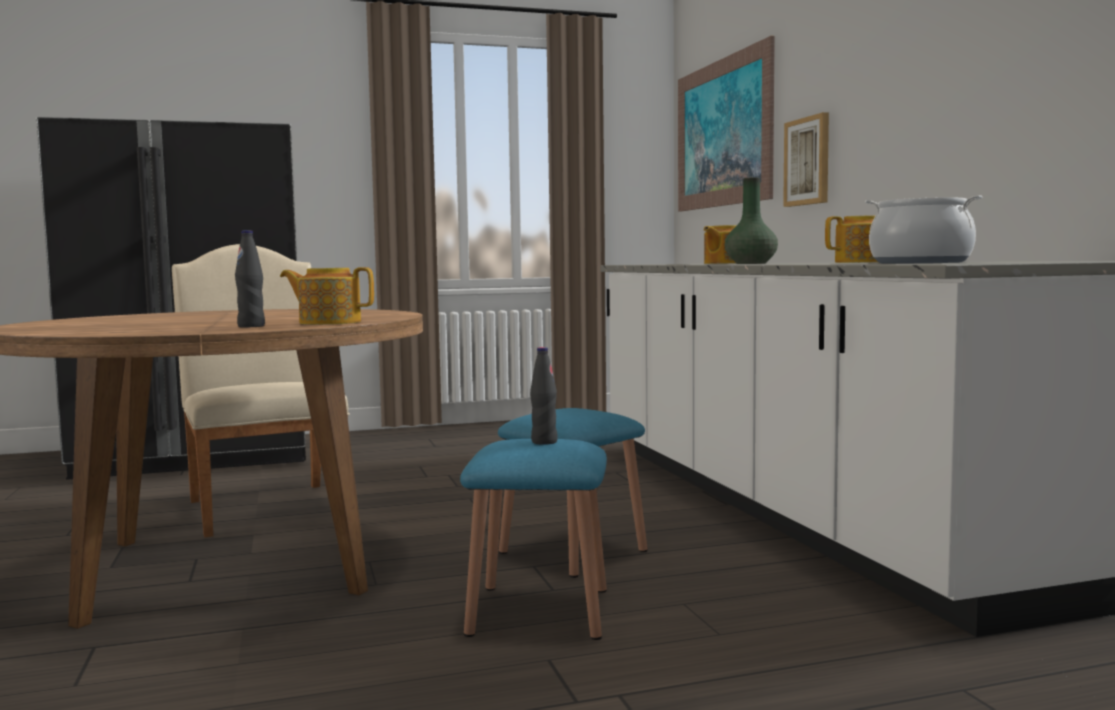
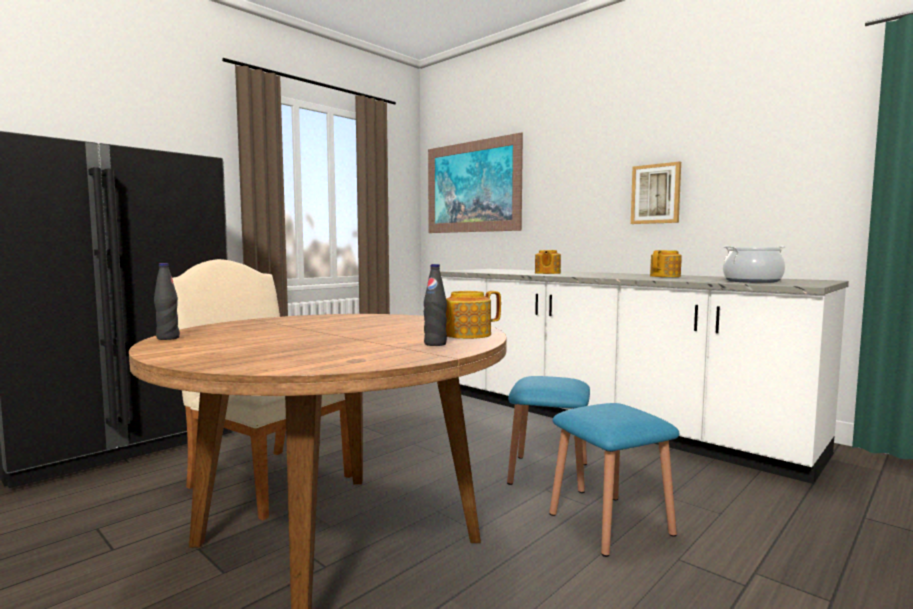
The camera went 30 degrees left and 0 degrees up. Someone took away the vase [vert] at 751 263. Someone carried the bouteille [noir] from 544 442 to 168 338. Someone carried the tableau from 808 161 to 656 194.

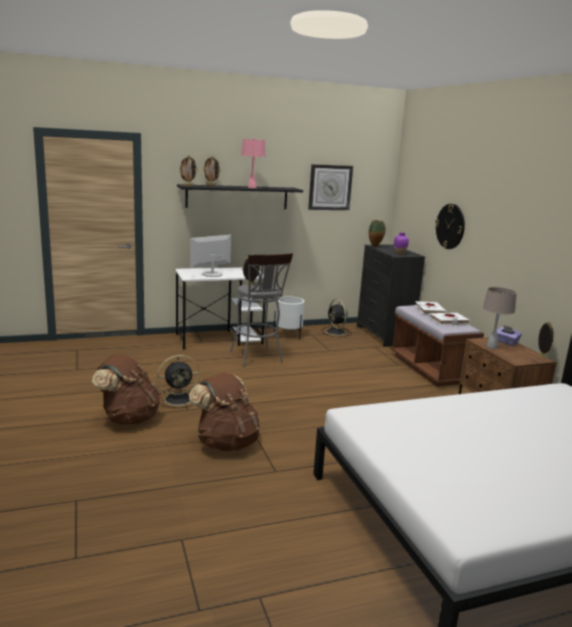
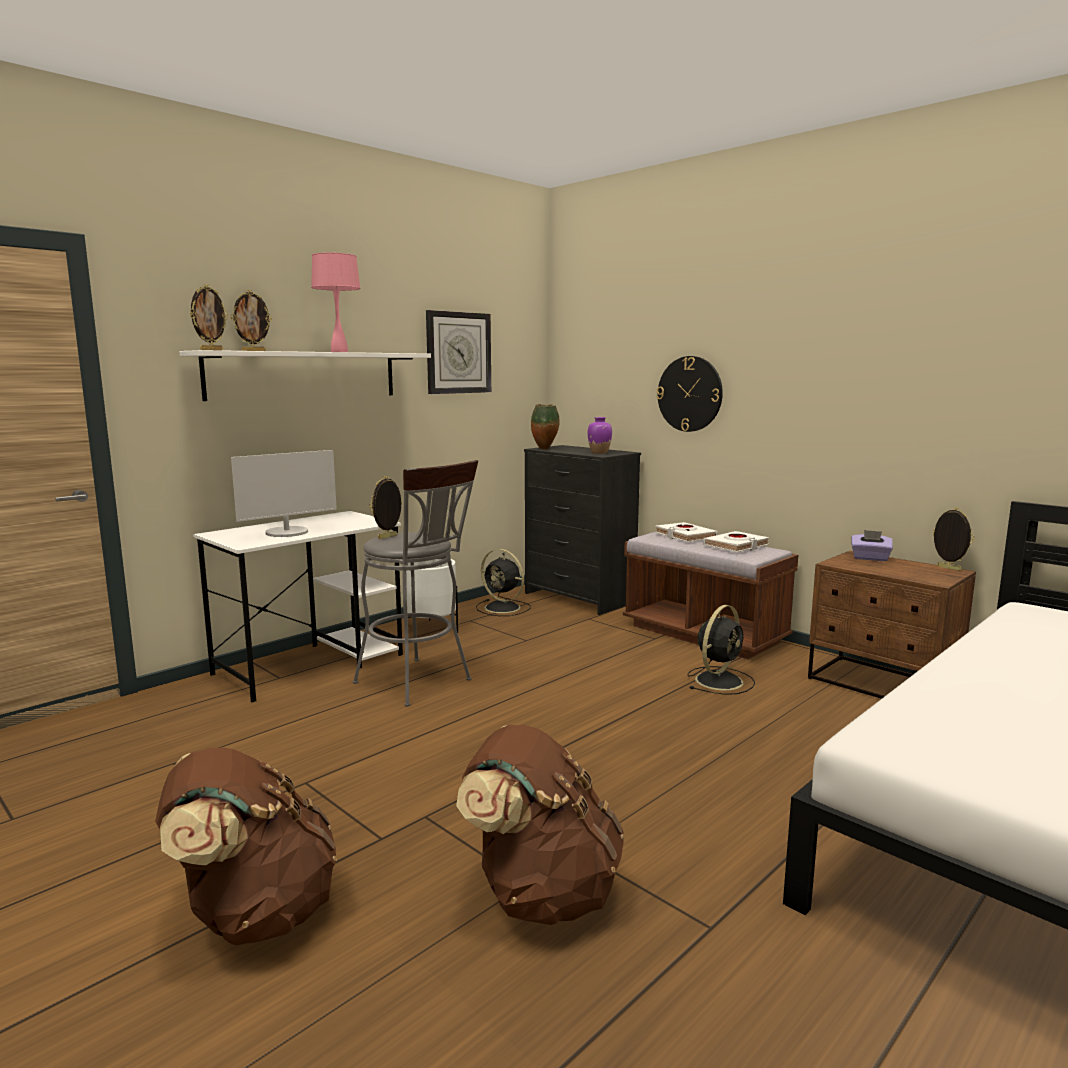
The camera went 25 degrees left and 5 degrees down. Someone took away the lampe de table [beige] at 492 347. Someone carried the ventilateur [noir] from 179 399 to 720 680. Someone repainted the étagère [noir] at 237 197, which became the étagère [blanc] at 304 375. Someone rotated the écran d'ordinateur at 212 274 by 150 degrees counterclockwise.

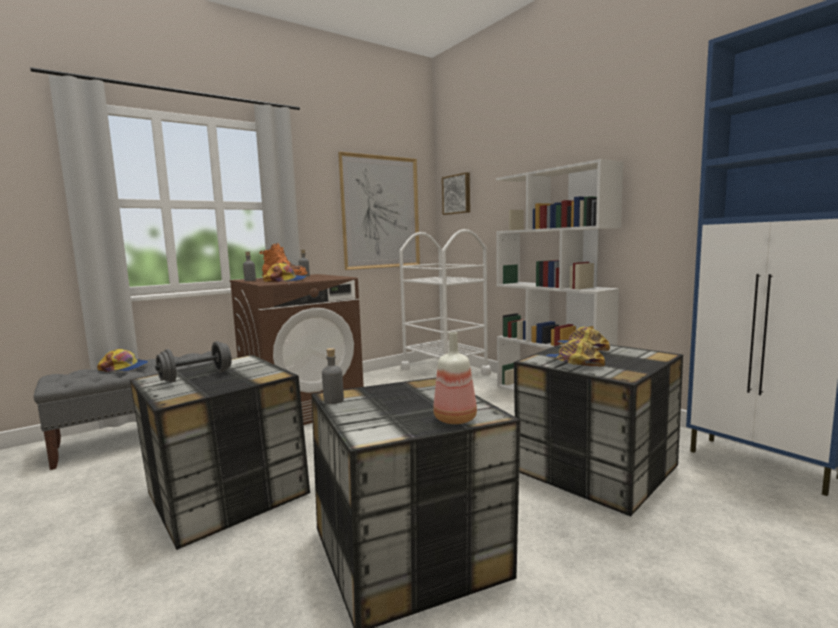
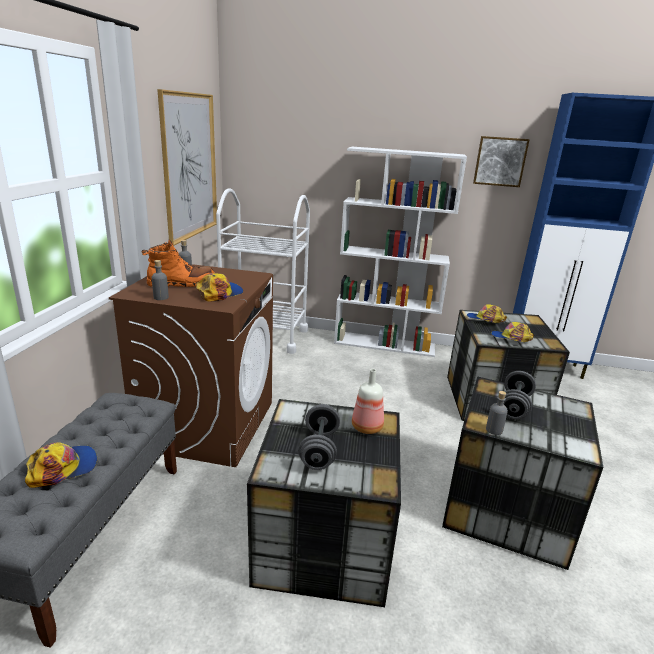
The camera went 45 degrees left and 15 degrees up. Someone put down the haltère [gris] at 514 406. Someone carried the bouteille from 455 419 to 366 427. Someone carried the tableau from 457 194 to 500 161.

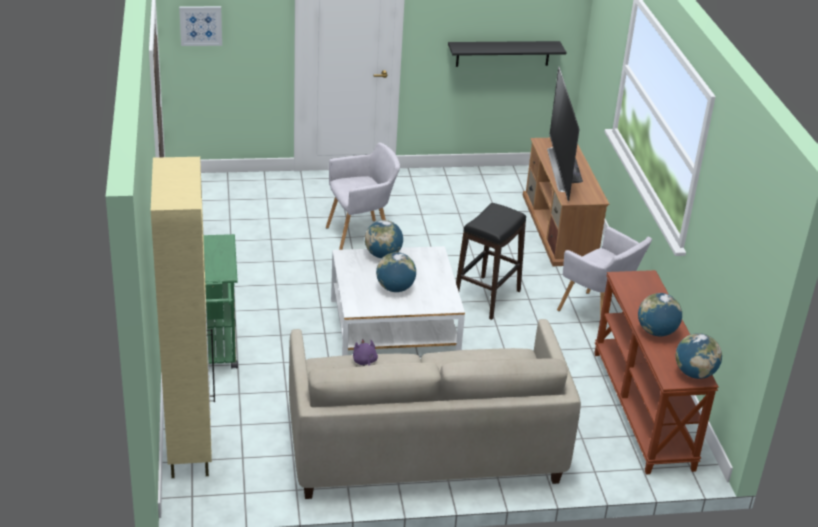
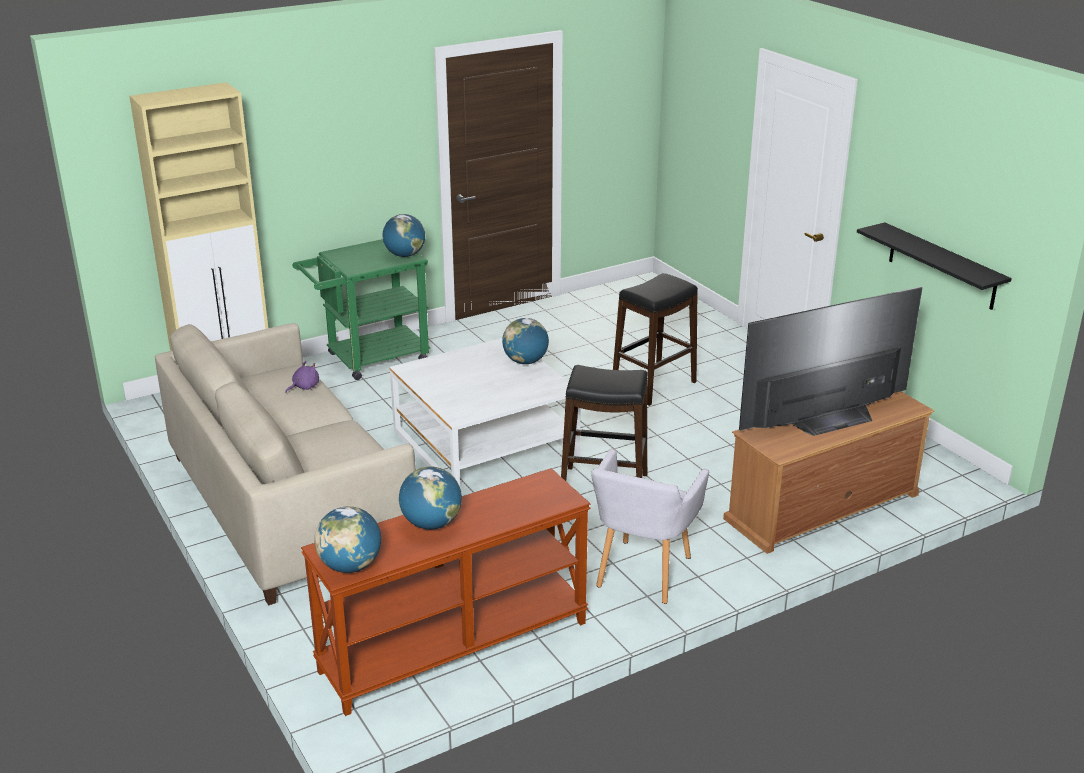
The camera went 70 degrees right and 5 degrees down. Someone took away the tableau at 201 25. Someone carried the globe from 395 288 to 404 255. Someone swapped the fauteuil [gris] at 361 234 for the tabouret [noir] at 653 385.

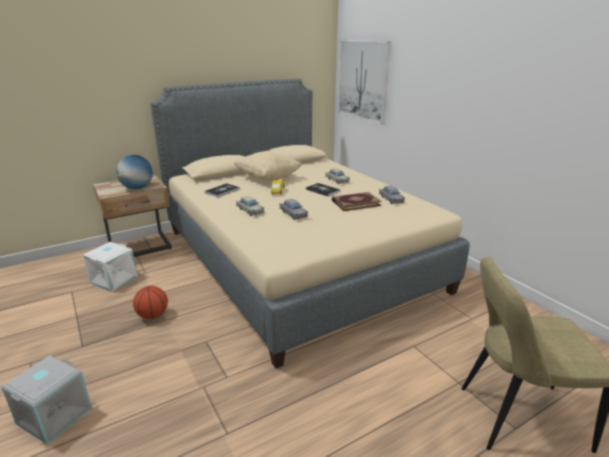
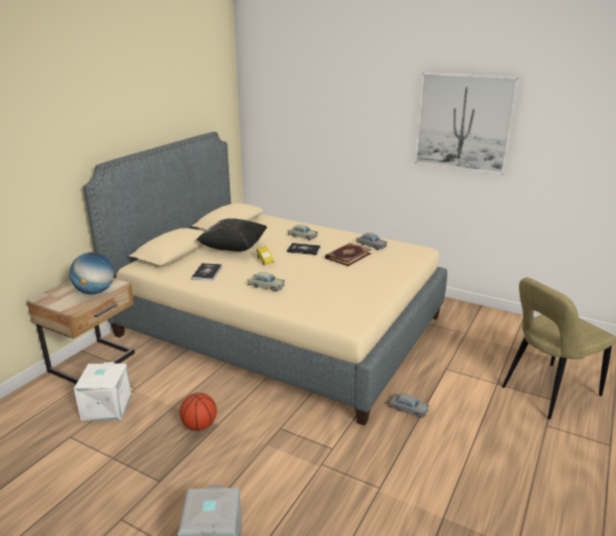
The camera went 30 degrees left and 0 degrees up. Someone carried the petite voiture [gris] from 293 214 to 408 409. Someone carried the tableau from 363 80 to 463 122. Someone repainted the coussin [beige] at 268 178, which became the coussin [noir] at 233 248.

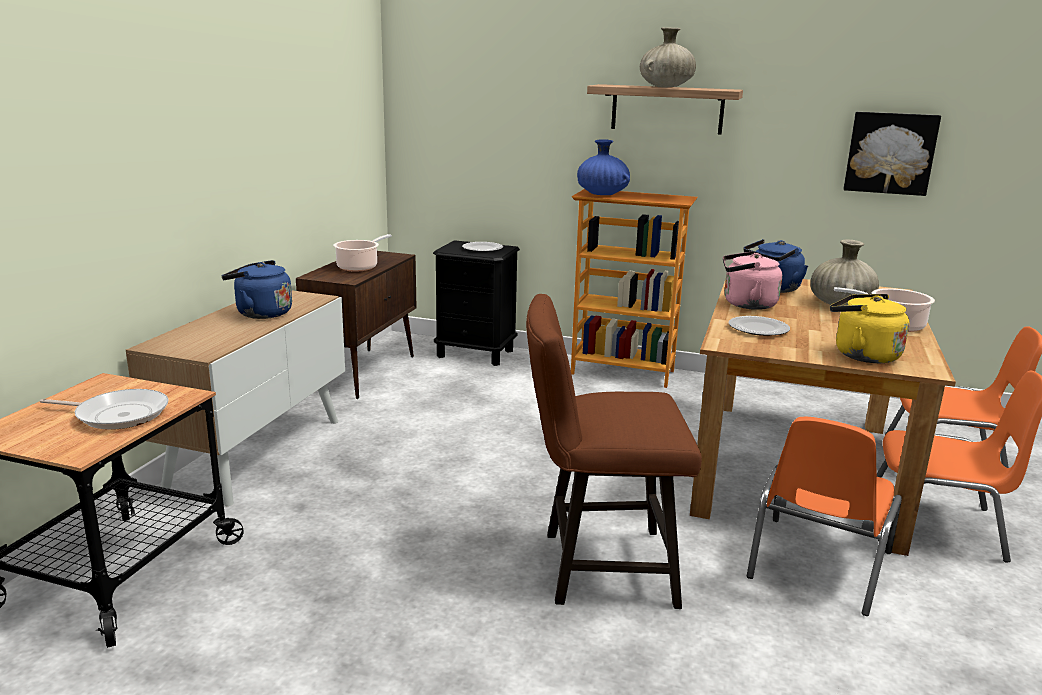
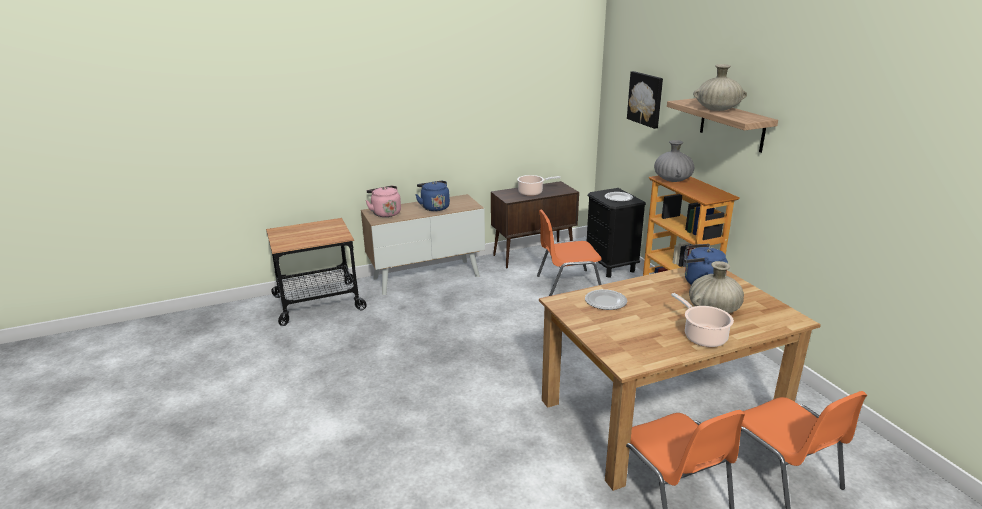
The camera went 50 degrees right and 5 degrees up. Someone took away the poêle at 118 415. Someone took away the tabouret [marron] at 597 567. Someone took away the bouilloire [jaune] at 862 355. Someone carried the bouilloire [rose] from 746 304 to 385 213. Someone carried the chaise [orange] from 817 566 to 567 284. Someone carried the tableau from 890 153 to 646 99. Someone repainted the vase [bleu] at 602 194, which became the vase [gris] at 672 180.

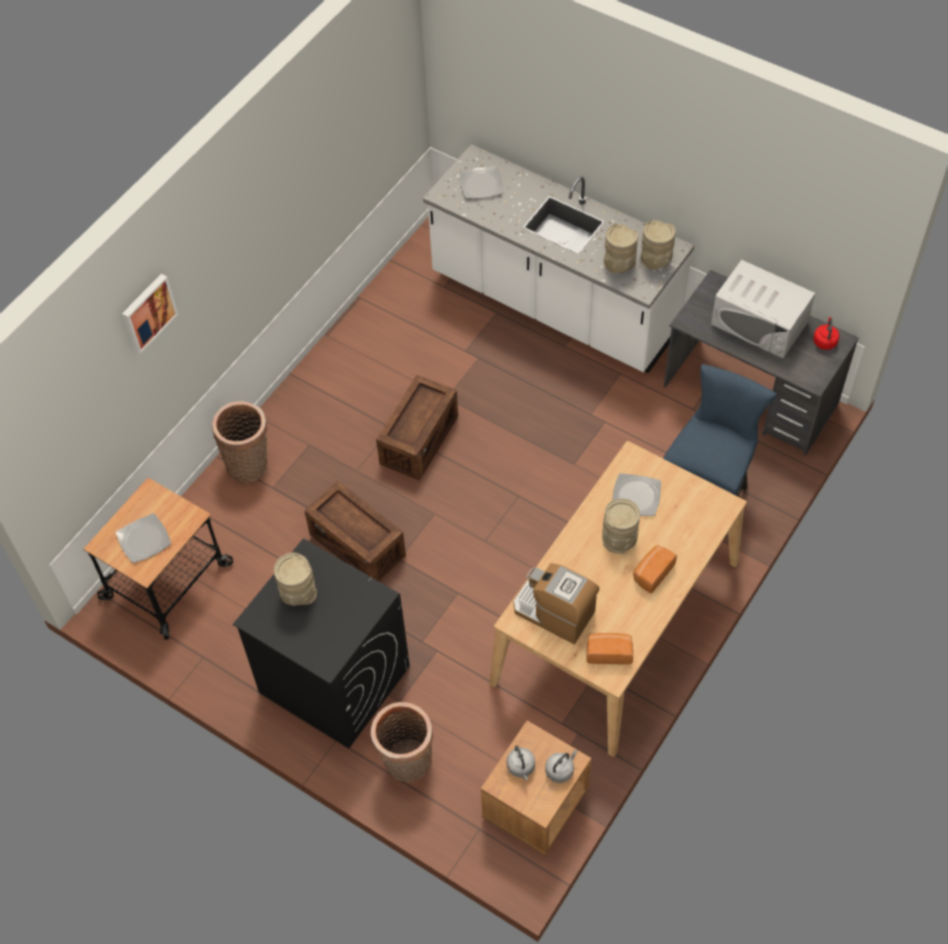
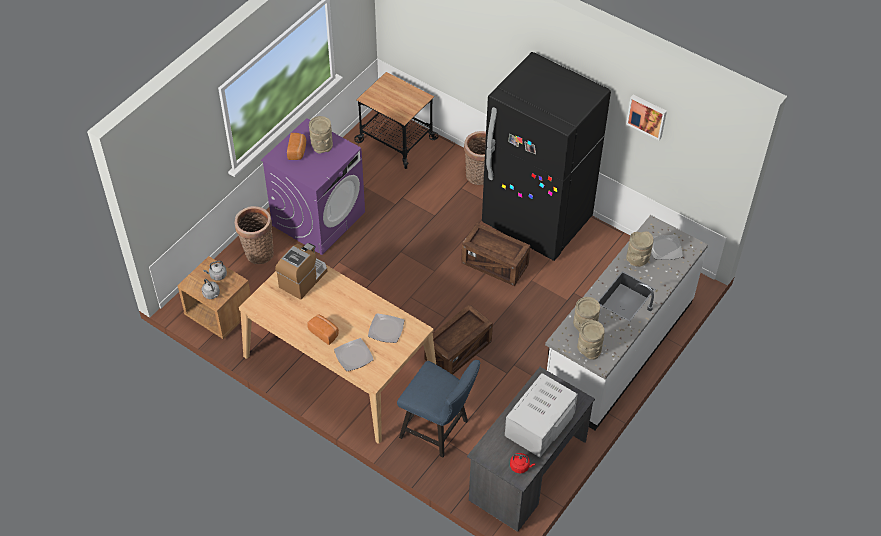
The camera went 90 degrees right and 5 degrees down. Someone put down the réfrigérateur [noir] at 537 222. Someone carried the assiette from 143 539 to 354 355. Someone carried the tableau from 147 312 to 647 116. Someone carried the caisse from 357 545 to 458 350. Someone carried the pain from 609 652 to 297 151. Someone carried the vase [beige] from 620 539 to 637 259. Someone repainted the lave-linge [noir] at 333 679, which became the lave-linge [violet] at 319 218.

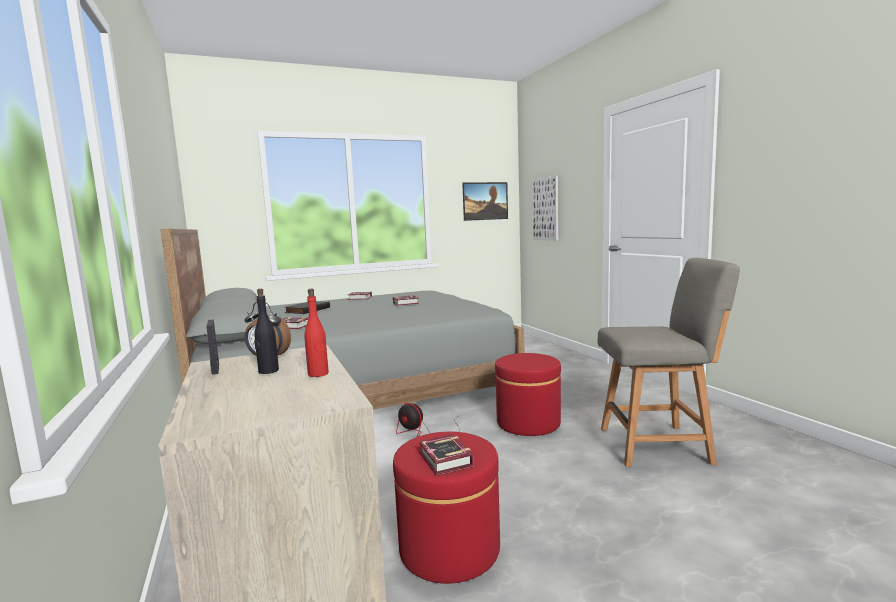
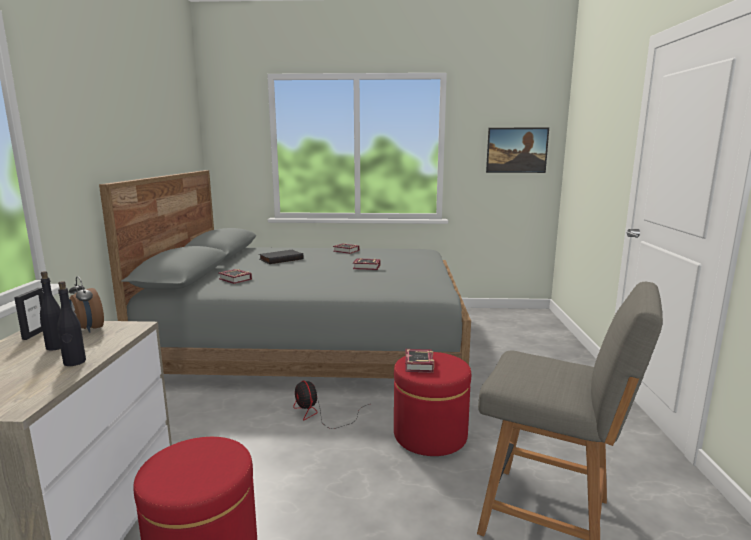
The camera went 25 degrees right and 5 degrees up. Someone took away the tableau at 546 209. Someone carried the livre from 445 461 to 418 365. Someone repainted the bouteille [rouge] at 318 374, which became the bouteille [noir] at 74 362.

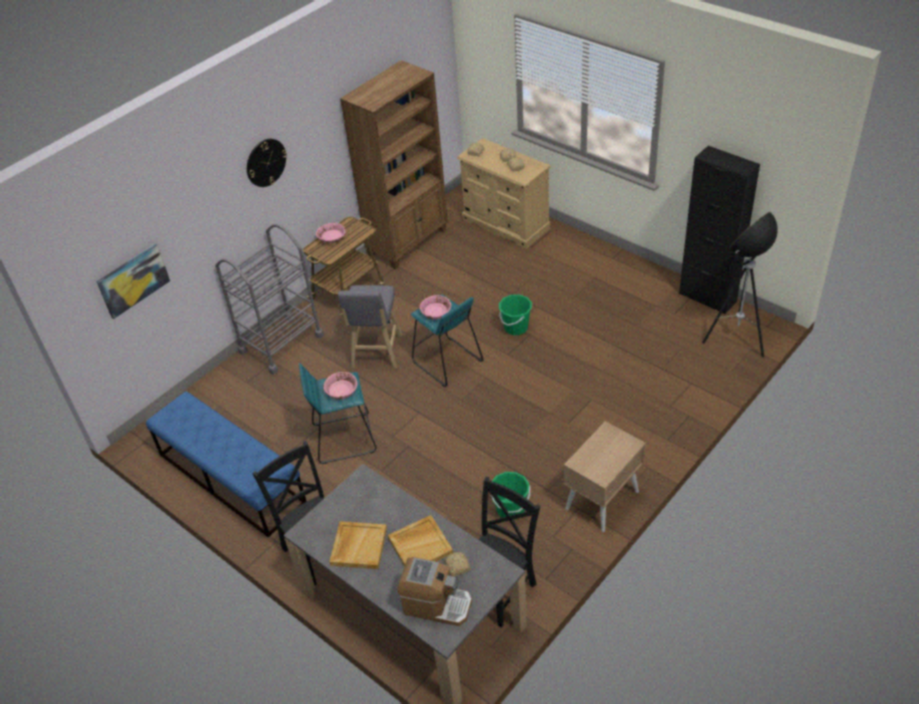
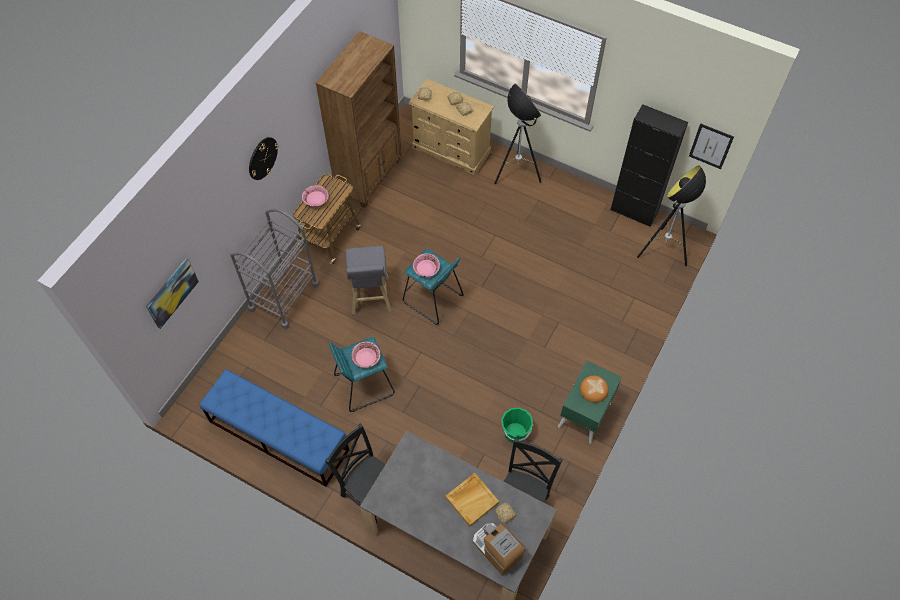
The camera went 15 degrees left and 15 degrees up. Someone took away the plateau [beige] at 358 546. Someone took away the seau [vert] at 516 327. Someone put down the lampadaire at 516 173. Someone put down the pain at 593 389. Someone put up the tableau at 711 146. Someone repainted the table de chevet [beige] at 602 500, which became the table de chevet [vert] at 584 415. Someone rotated the machine à café at 437 604 by 135 degrees counterclockwise.

